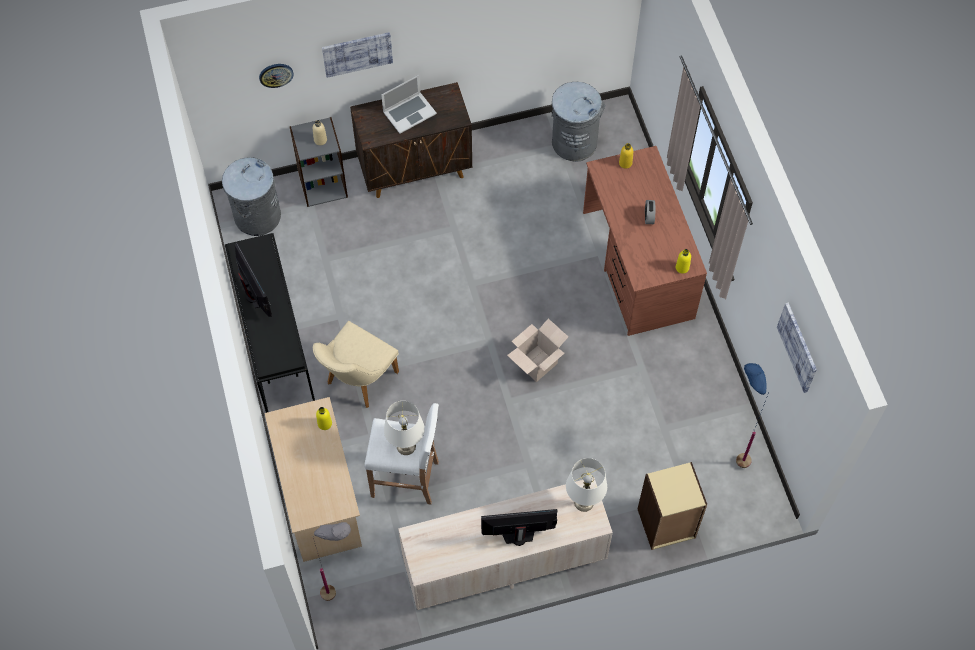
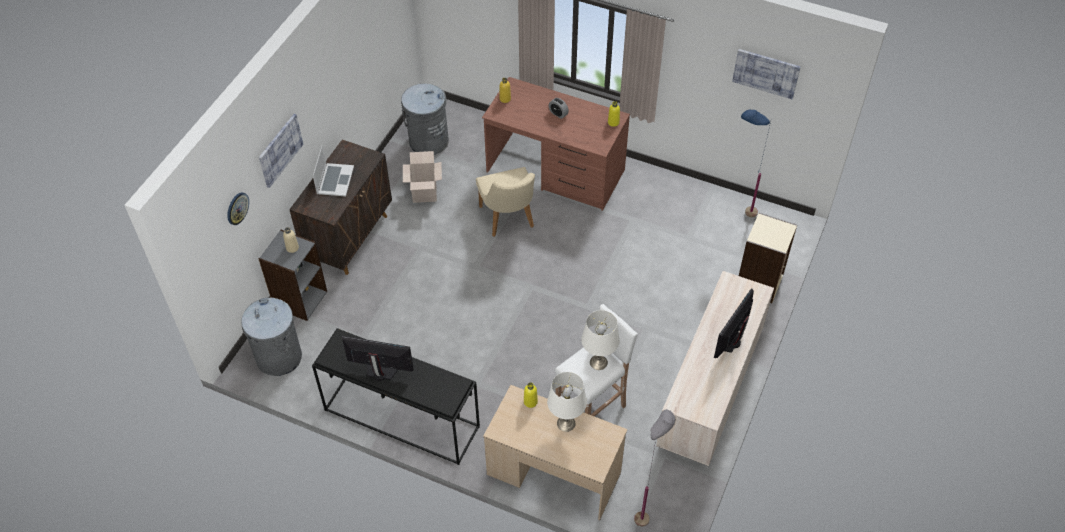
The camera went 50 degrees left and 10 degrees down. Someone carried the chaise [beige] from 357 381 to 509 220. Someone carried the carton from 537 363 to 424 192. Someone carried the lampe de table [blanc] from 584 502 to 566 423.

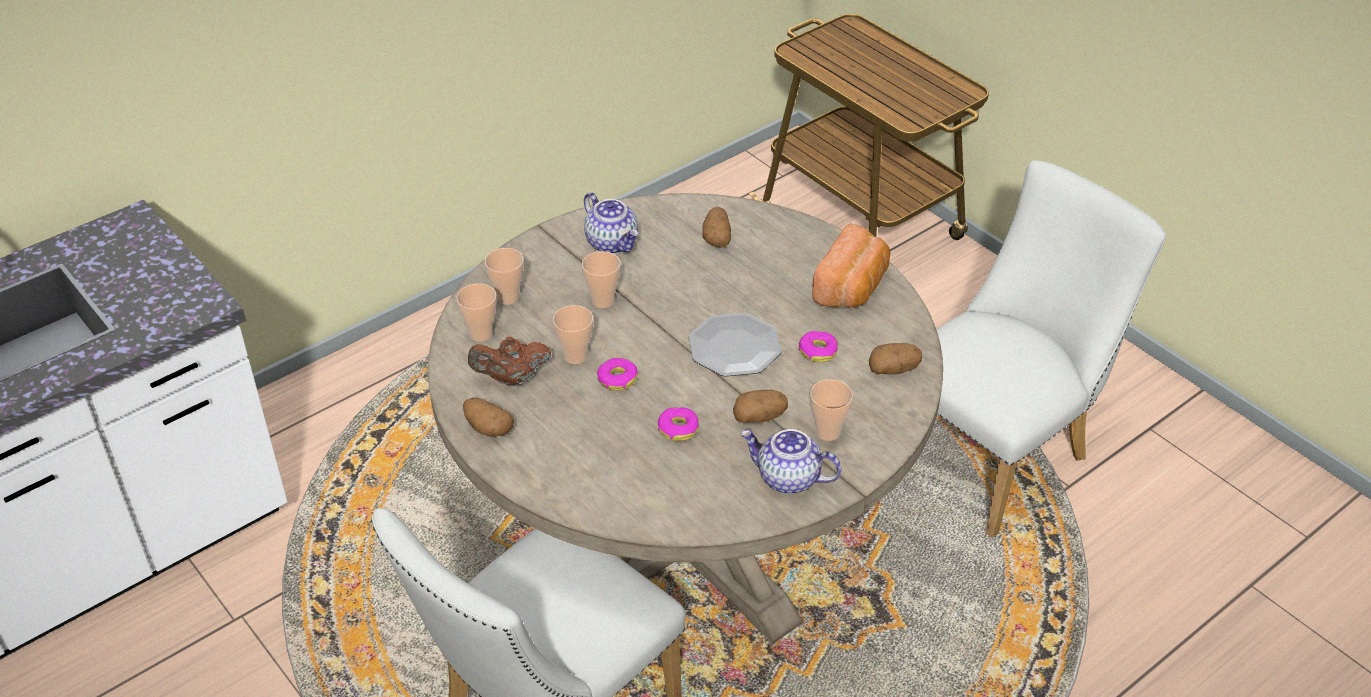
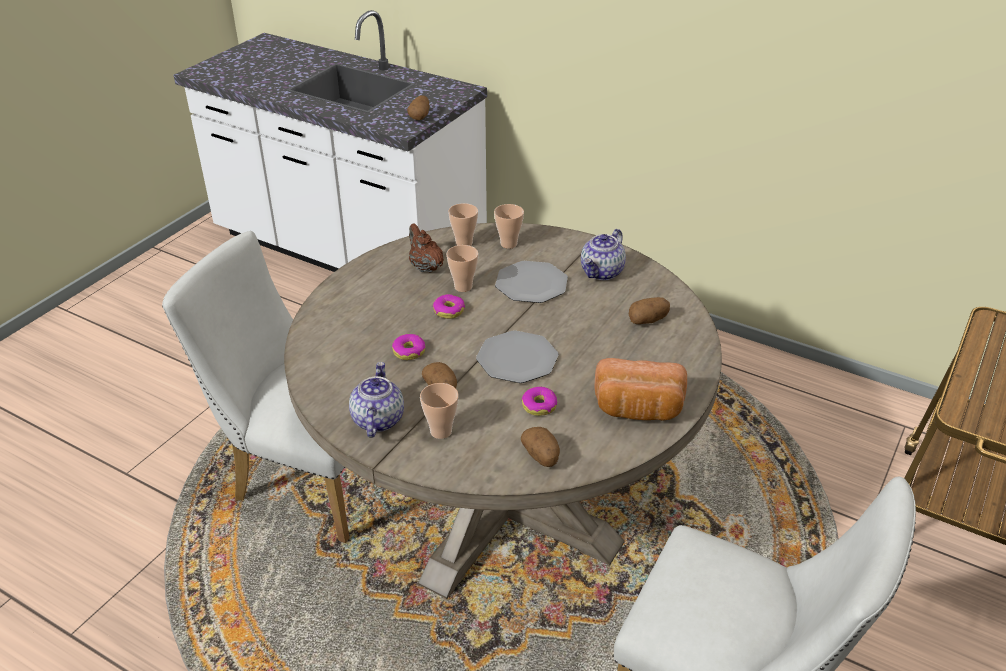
The camera went 70 degrees right and 5 degrees down. Someone carried the pomme de terre from 487 428 to 420 117. Someone swapped the tasse at 603 301 for the assiette at 531 284.

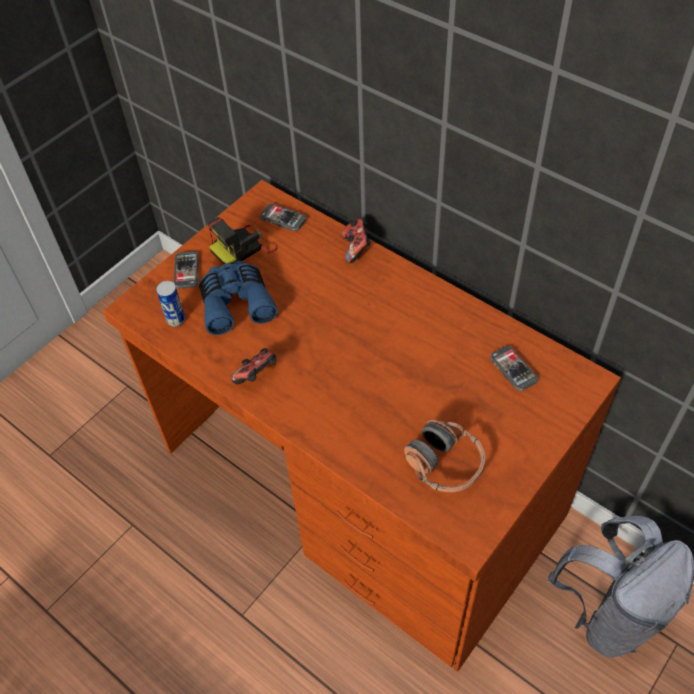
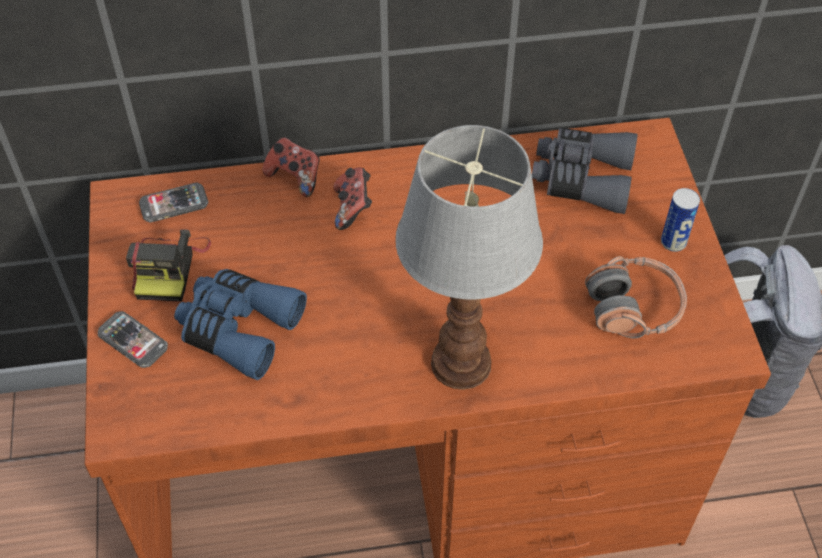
The camera went 50 degrees left and 0 degrees up. Someone put down the lampe de table at 460 361. Someone carried the boîte métallique from 175 320 to 673 242. Someone carried the manette from 257 375 to 353 208. Someone swapped the téléphone at 513 369 for the jumelles [gris] at 582 178.

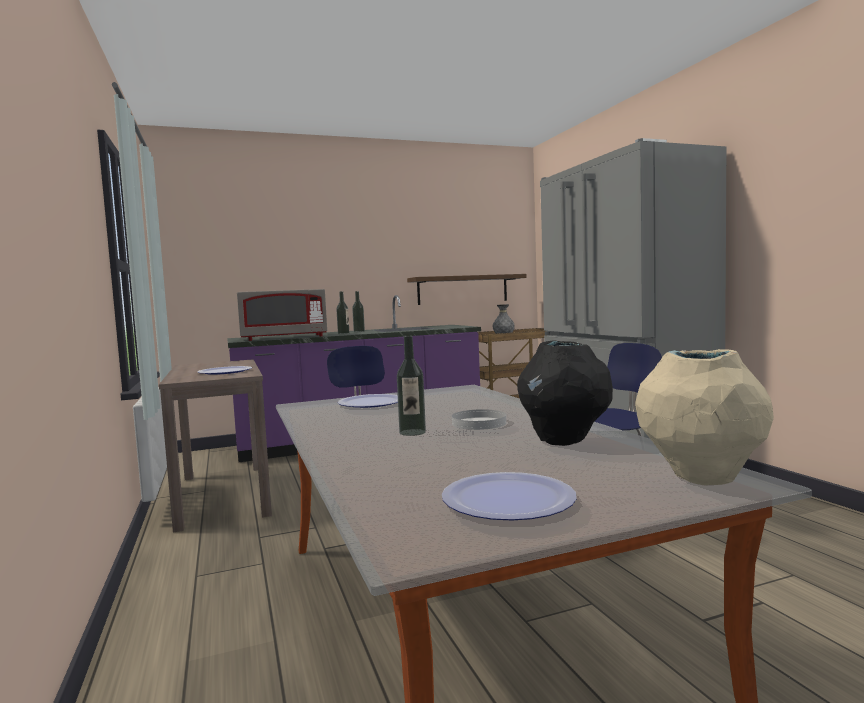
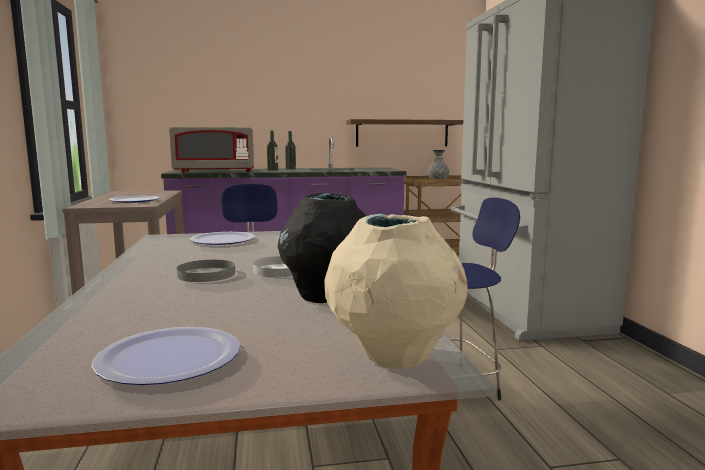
The camera went 10 degrees right and 5 degrees up. Someone swapped the bouteille at 412 432 for the assiette [gris] at 207 274.

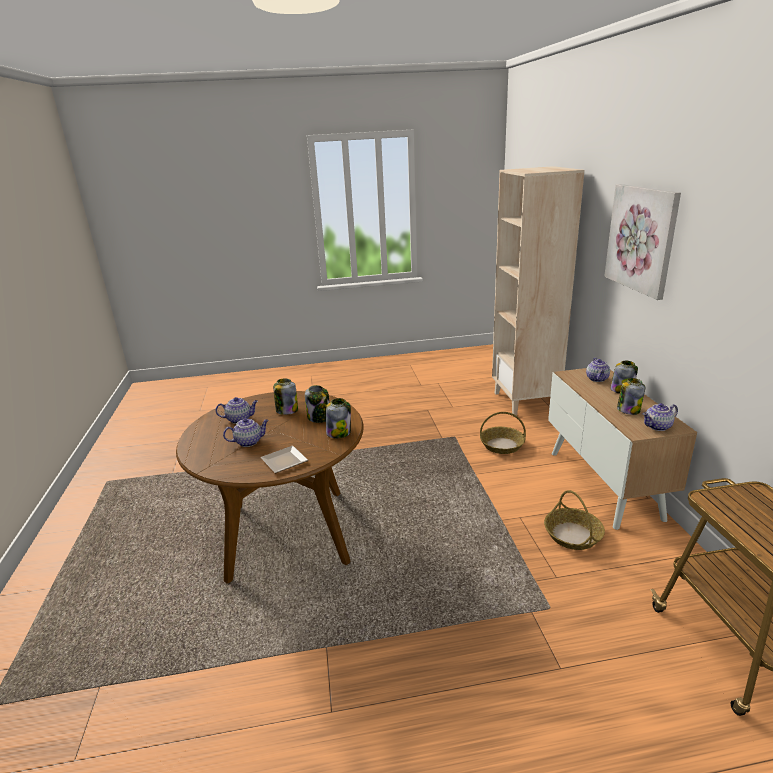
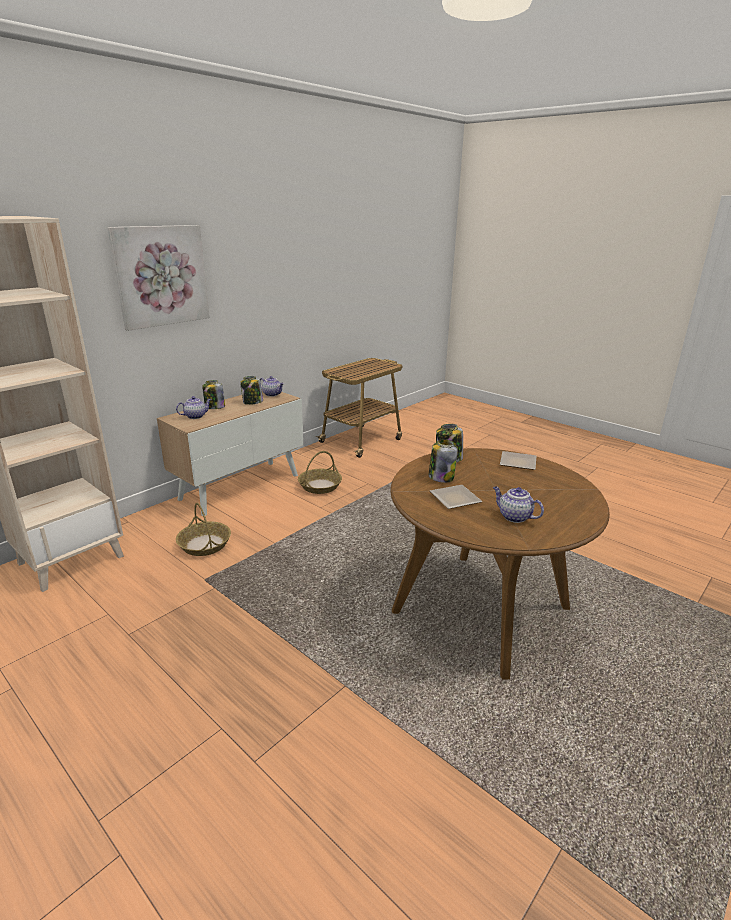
The camera went 130 degrees left and 0 degrees up. Someone took away the théière at 249 442. Someone swapped the bocal at 286 410 for the assiette at 457 499.

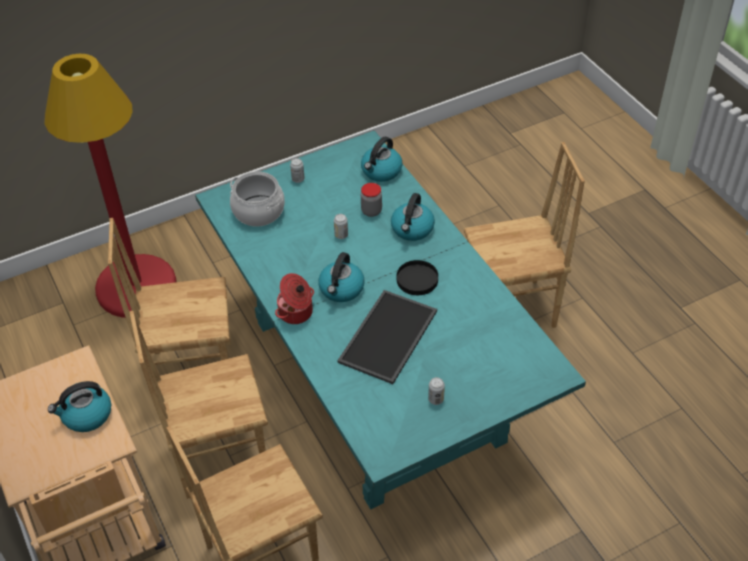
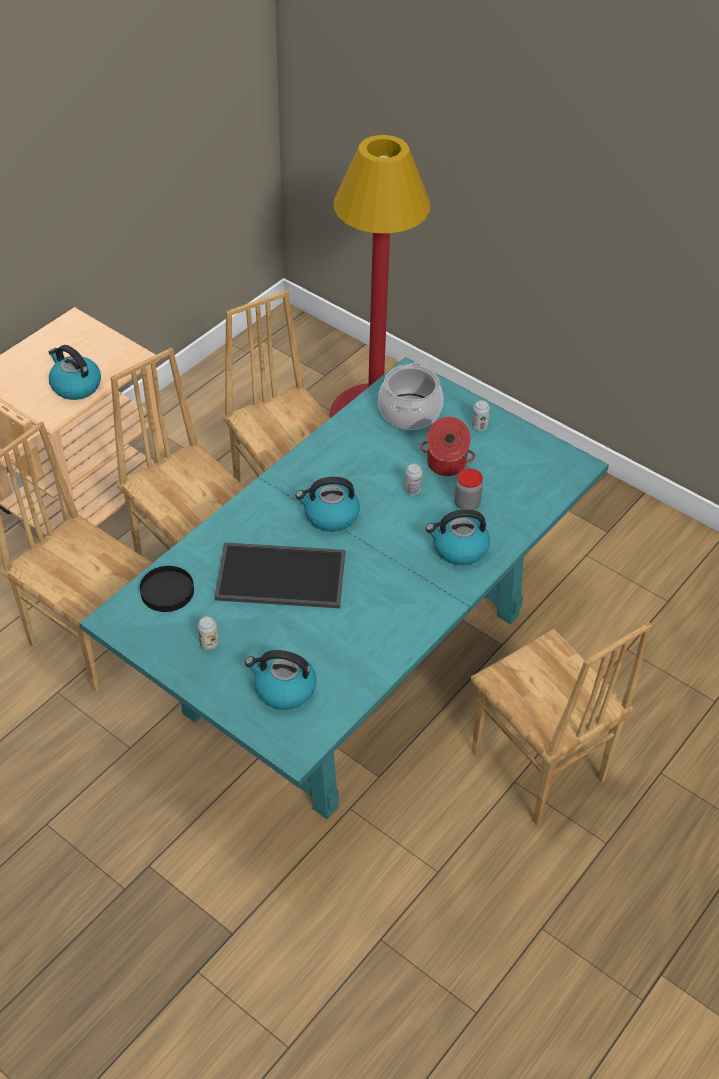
The camera went 65 degrees right and 0 degrees up. Someone carried the marmite from 296 313 to 446 464. Someone carried the bouilloire from 381 171 to 283 689. Someone carried the assiette [noir] from 417 279 to 167 591.

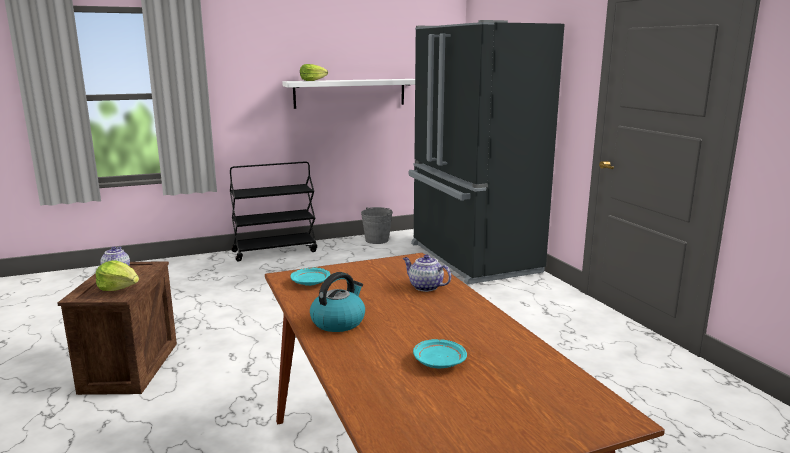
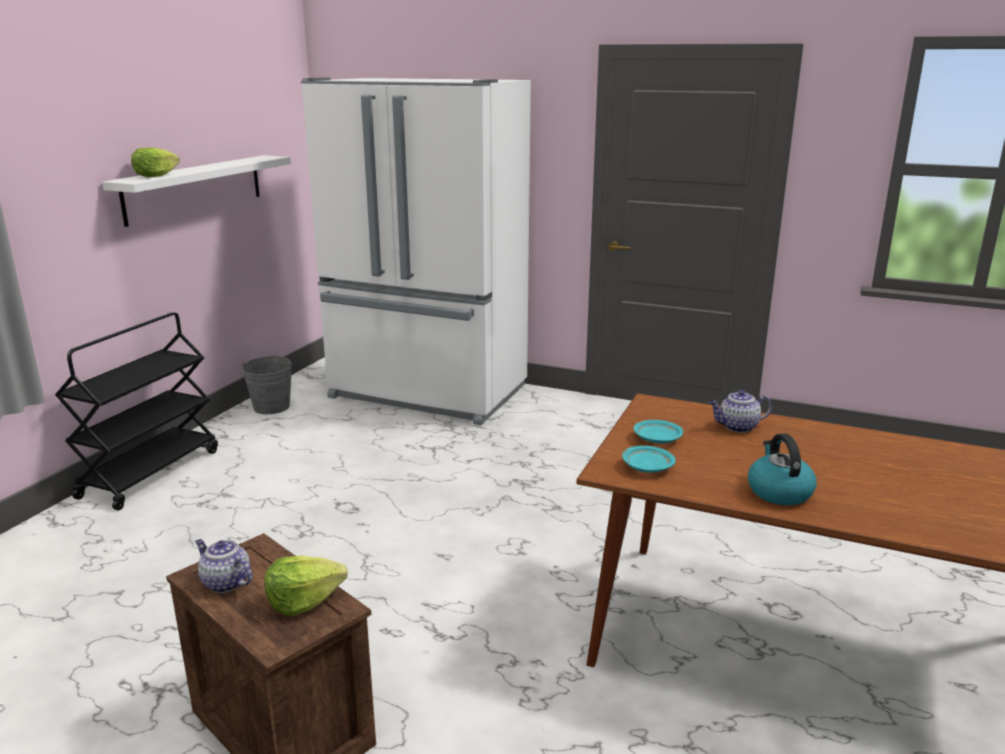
The camera went 45 degrees left and 5 degrees up. Someone carried the assiette [turquoise] from 438 362 to 656 439. Someone repainted the réfrigérateur [noir] at 471 258, which became the réfrigérateur [blanc] at 427 393.

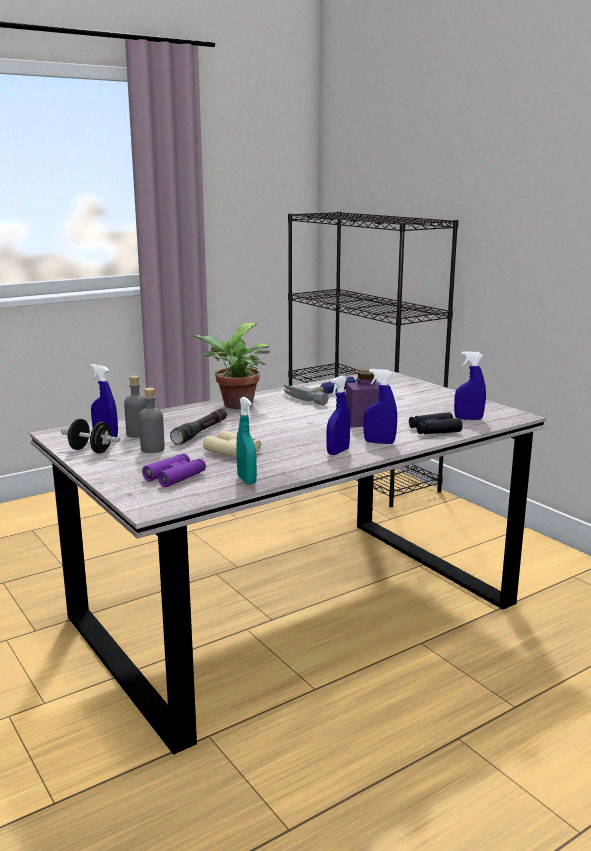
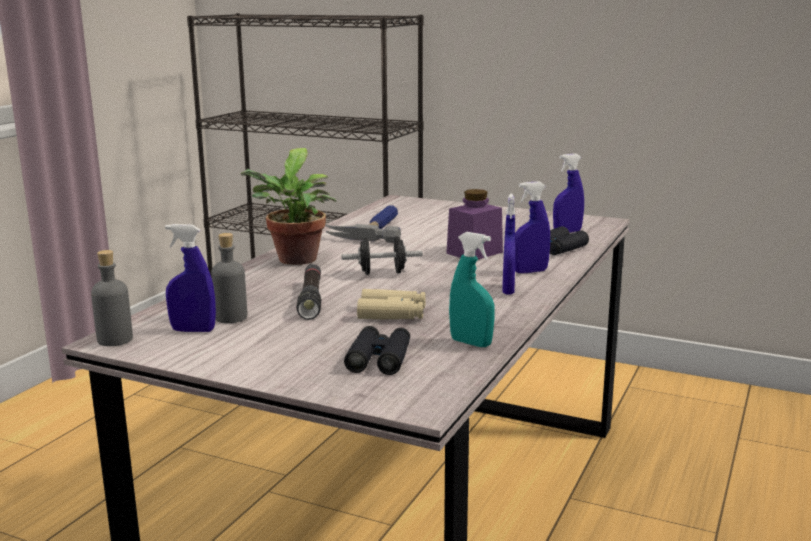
The camera went 30 degrees left and 0 degrees up. Someone carried the haltère [noir] from 91 450 to 382 273. Someone carried the bouteille [gris] from 152 449 to 115 339. Someone repainted the jumelles [violet] at 175 476, which became the jumelles [noir] at 379 359.

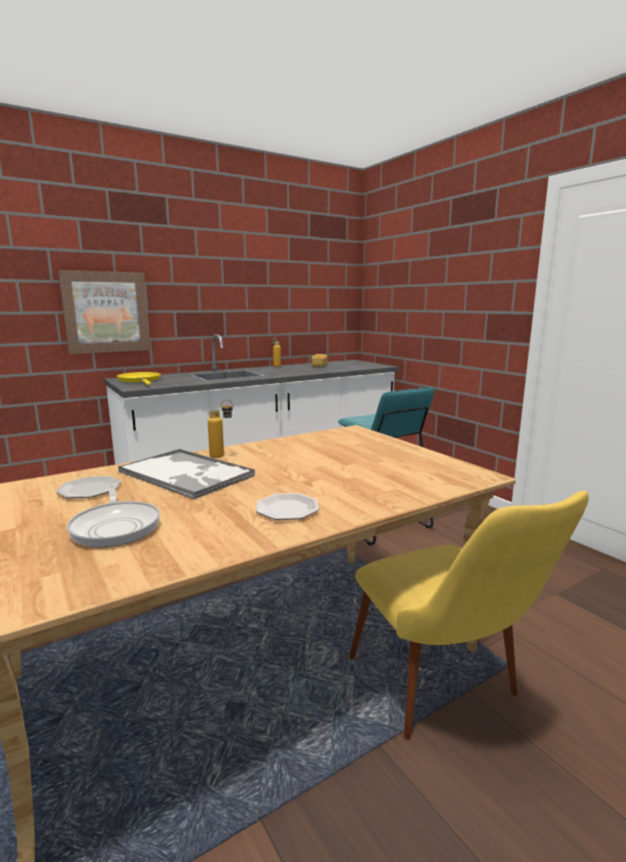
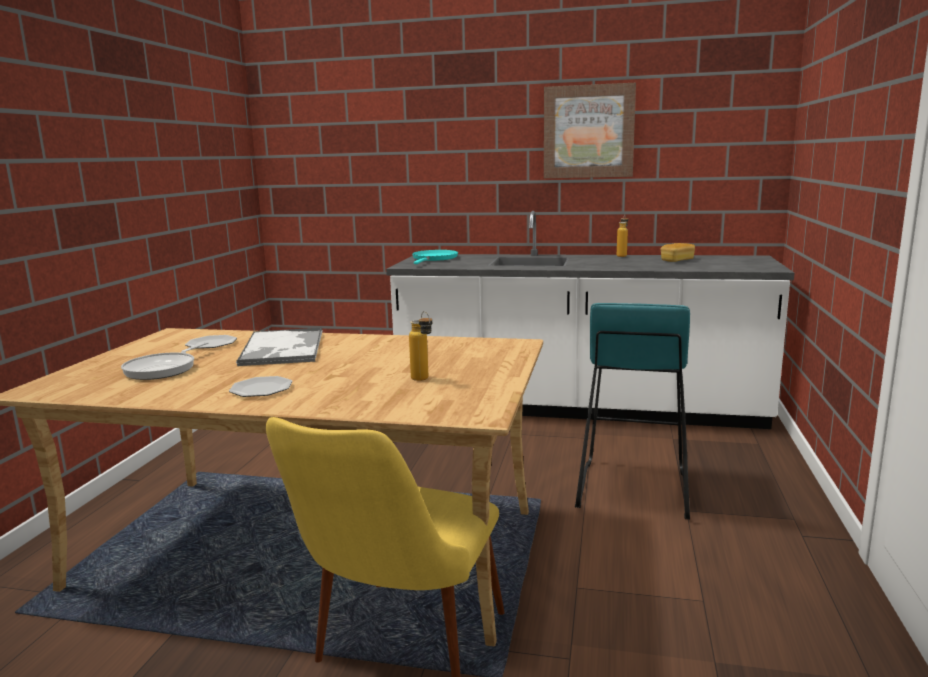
The camera went 45 degrees right and 0 degrees up. Someone carried the tableau from 106 312 to 588 132. Someone carried the bouteille from 222 456 to 423 380. Someone repainted the poêle [jaune] at 140 380, which became the poêle [turquoise] at 434 259.

